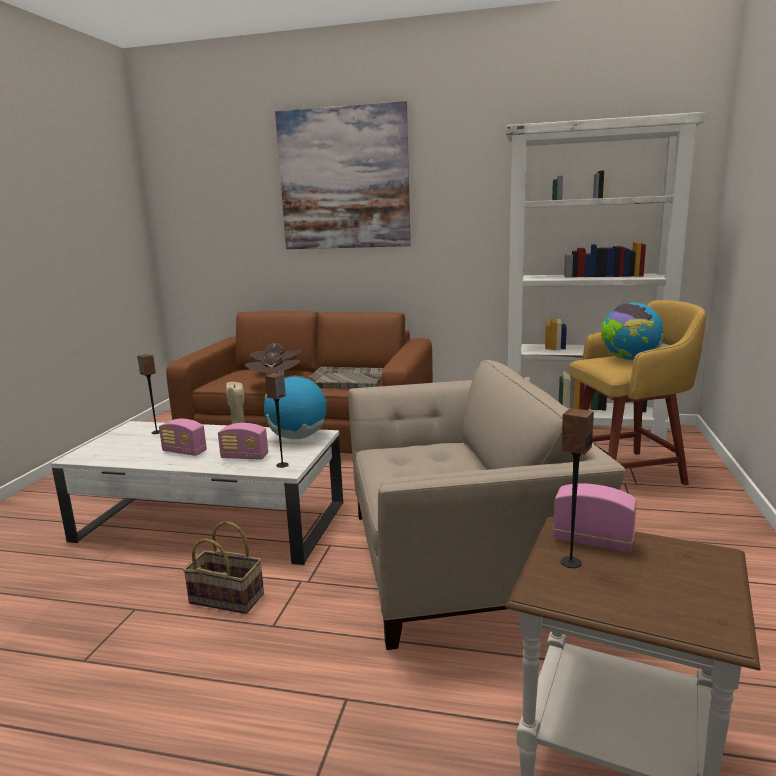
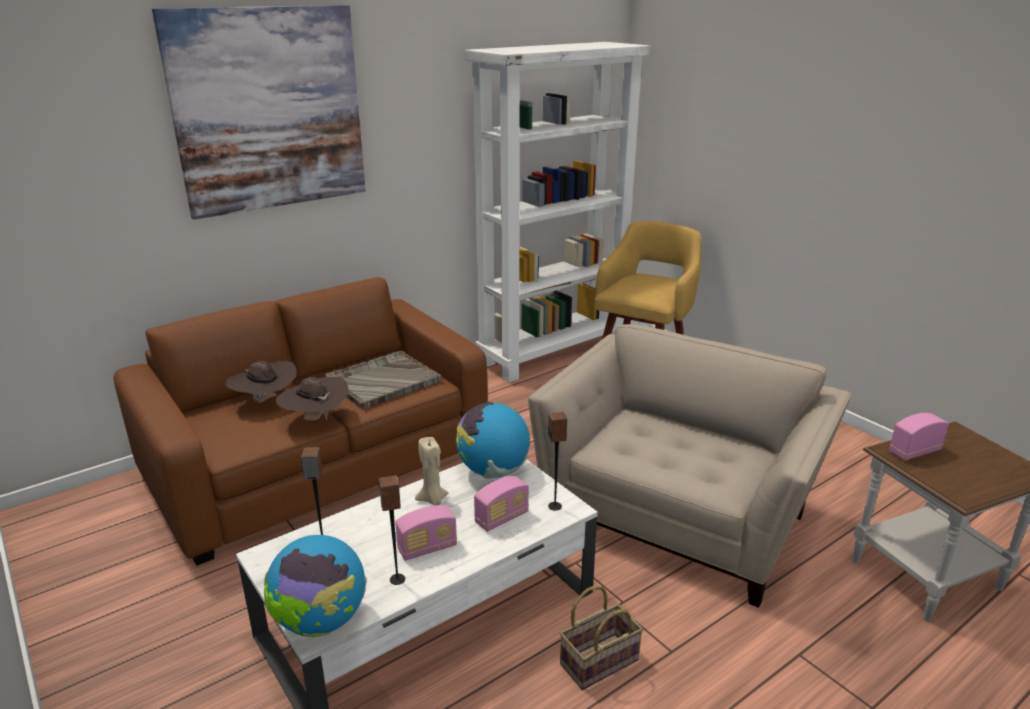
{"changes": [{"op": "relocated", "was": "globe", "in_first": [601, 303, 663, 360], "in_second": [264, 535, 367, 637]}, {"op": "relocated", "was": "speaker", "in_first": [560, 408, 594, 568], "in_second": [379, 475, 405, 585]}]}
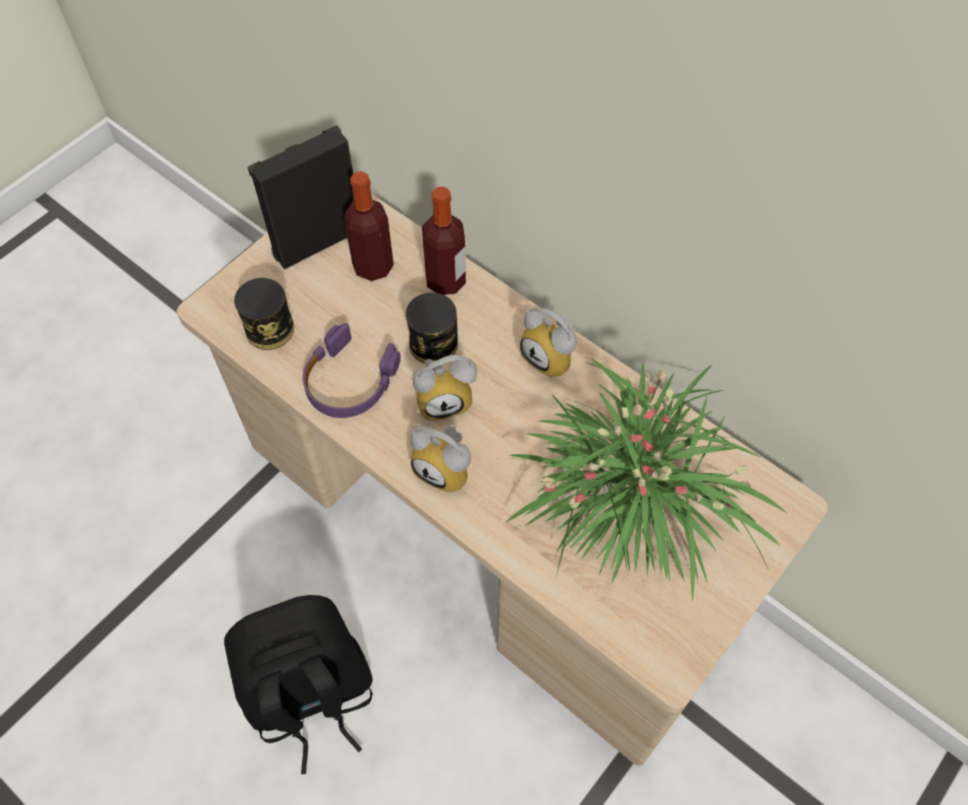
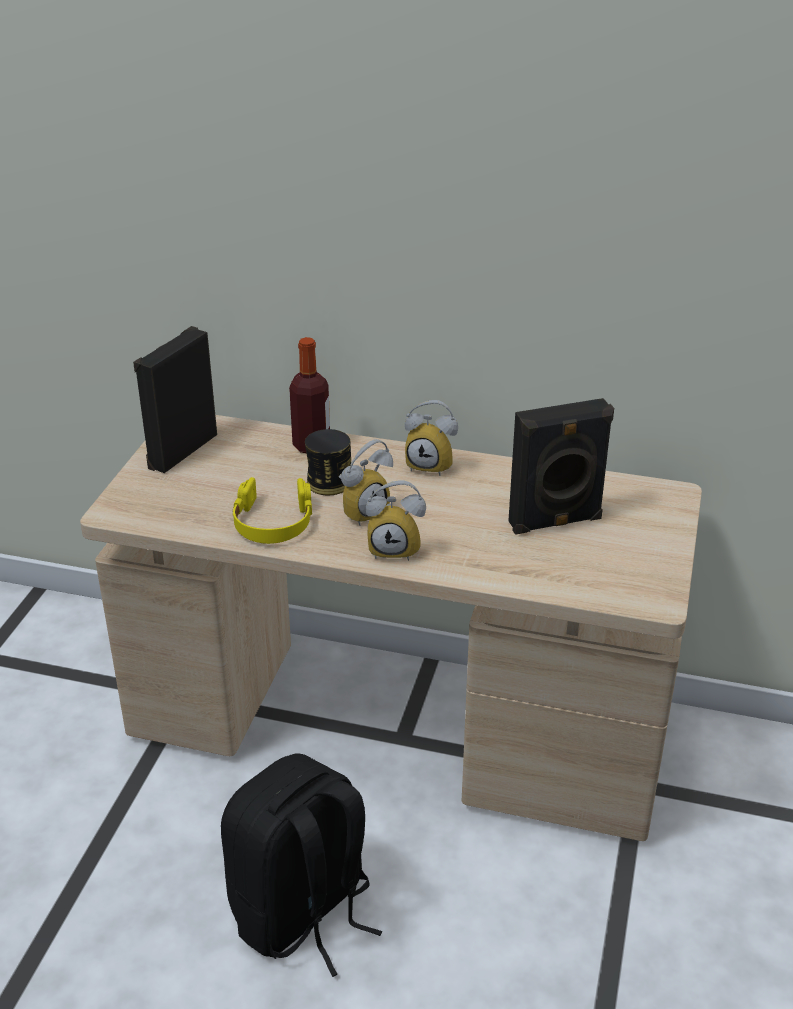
{"changes": [{"op": "missing", "was": "bottle", "in_first": [344, 171, 394, 281]}, {"op": "missing", "was": "can", "in_first": [234, 278, 294, 350]}, {"op": "colour", "was": "purple headphones", "now": "yellow headphones", "in_first": [303, 323, 401, 418], "in_second": [232, 477, 312, 544]}, {"op": "exchanged", "was": "potted plant", "now": "black speaker", "in_first": [505, 359, 787, 601], "in_second": [508, 398, 614, 535]}]}
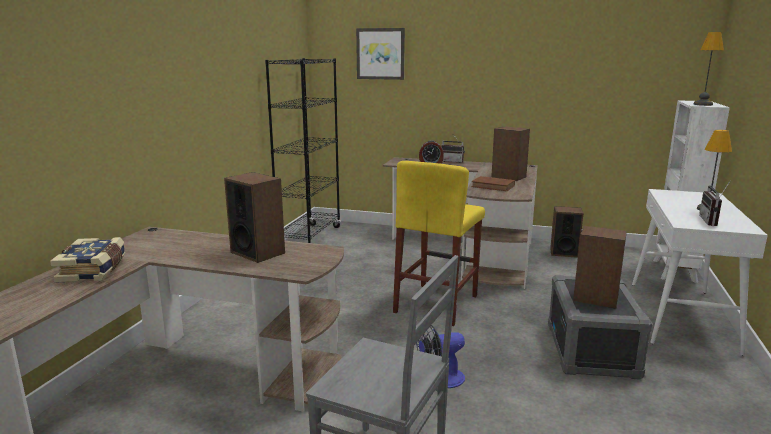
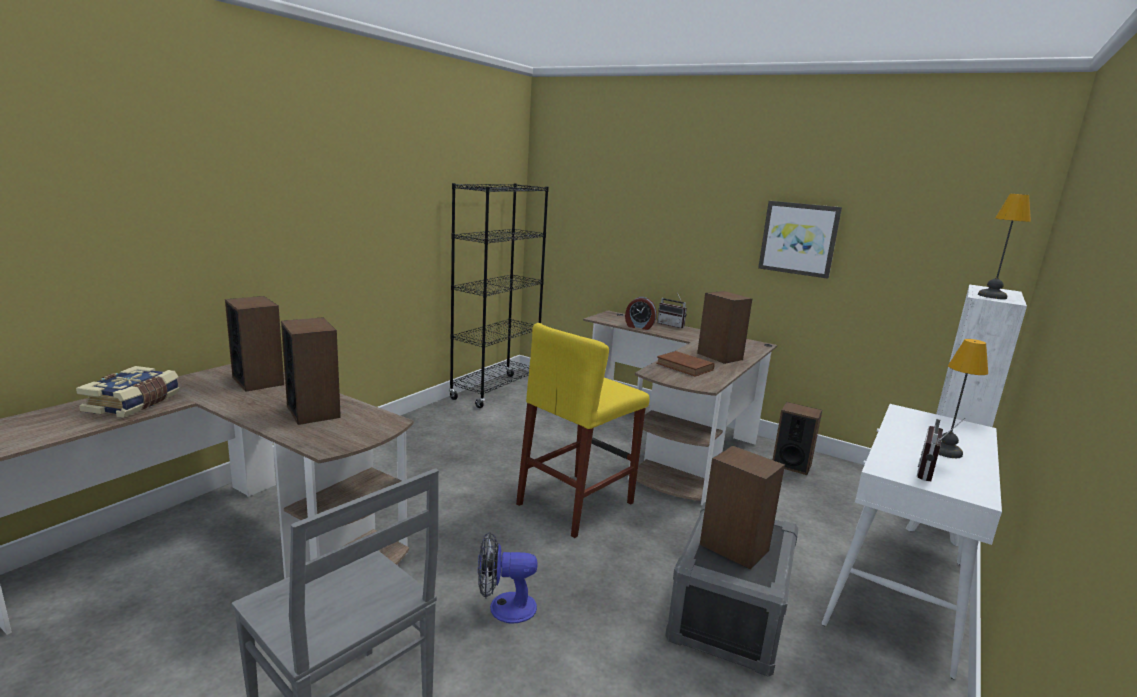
{"changes": [{"op": "relocated", "was": "picture", "in_first": [356, 28, 405, 80], "in_second": [758, 201, 842, 279]}, {"op": "appeared", "now": "speaker", "in_second": [225, 296, 284, 392]}]}
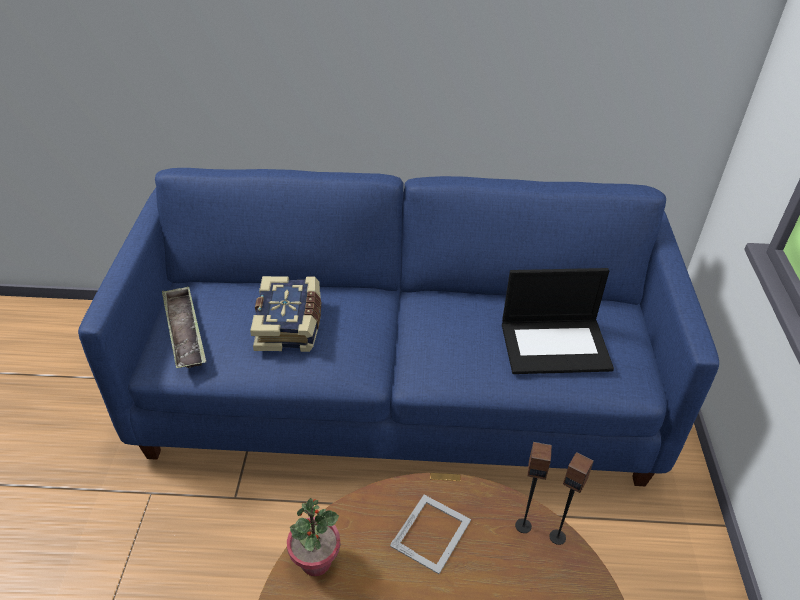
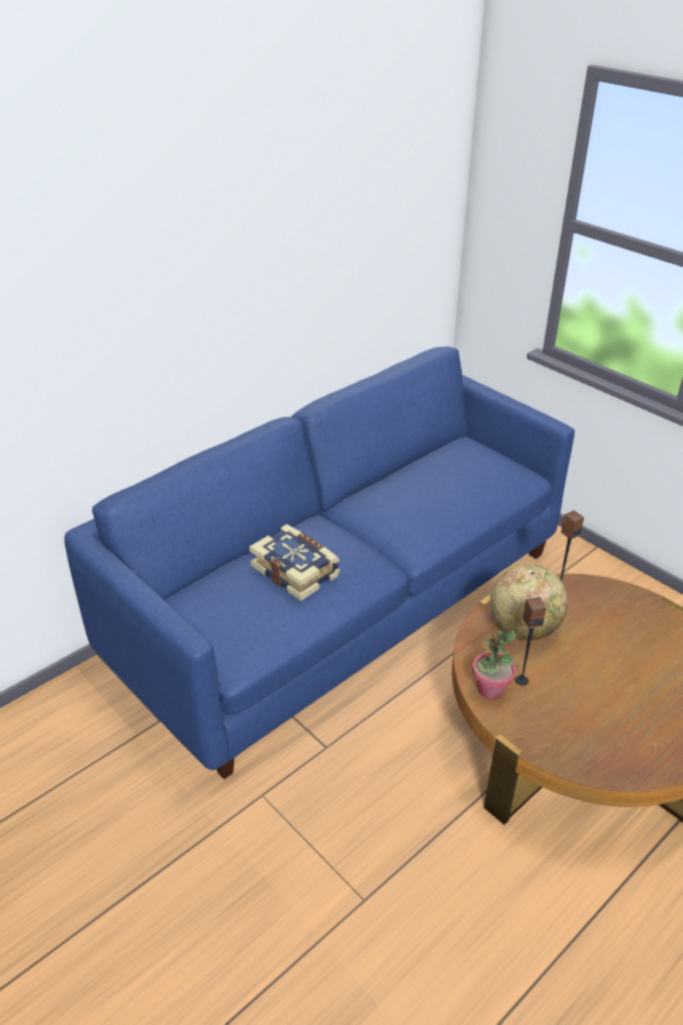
{"changes": [{"op": "missing", "was": "laptop", "in_first": [502, 268, 614, 374]}, {"op": "missing", "was": "tray", "in_first": [162, 286, 206, 368]}, {"op": "relocated", "was": "speaker", "in_first": [549, 452, 594, 545], "in_second": [515, 597, 546, 686]}, {"op": "exchanged", "was": "picture frame", "now": "globe", "in_first": [390, 495, 471, 574], "in_second": [490, 563, 568, 640]}]}
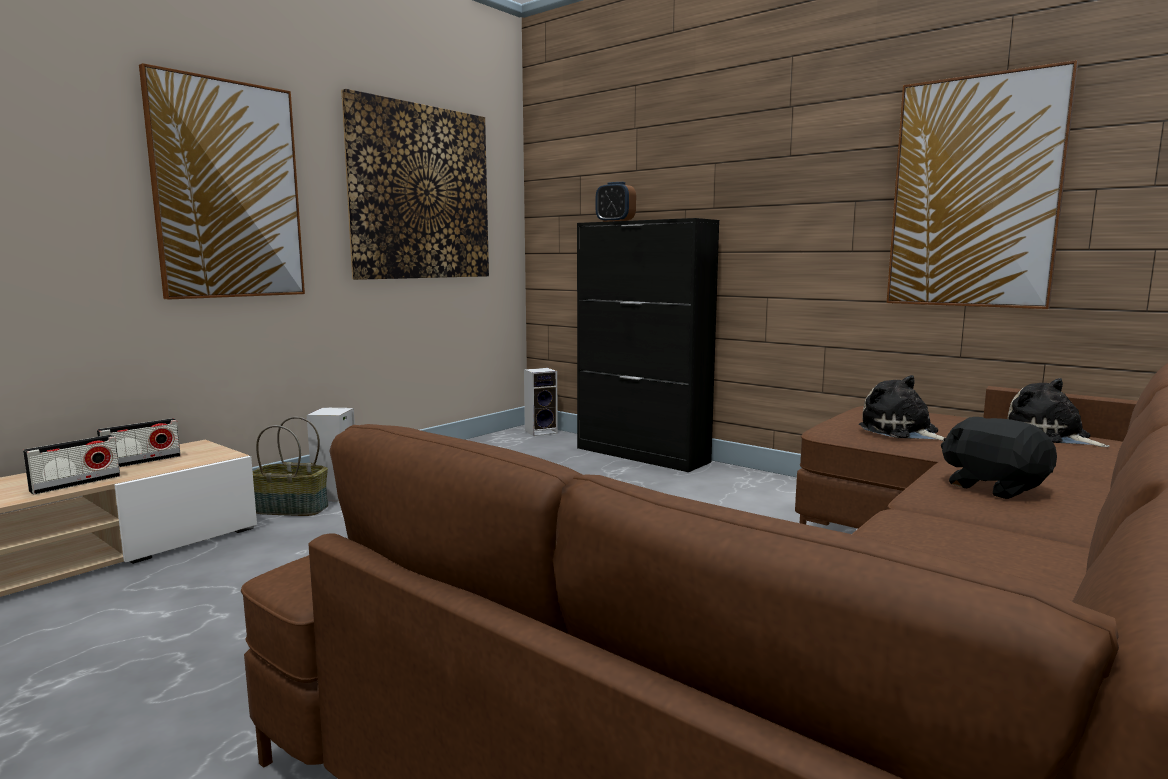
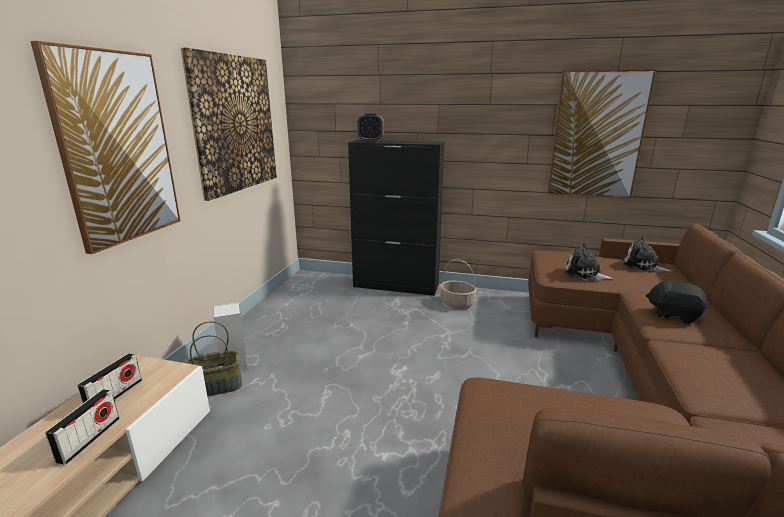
{"changes": [{"op": "missing", "was": "speaker", "in_first": [524, 368, 558, 436]}, {"op": "appeared", "now": "basket", "in_second": [440, 259, 476, 309]}]}
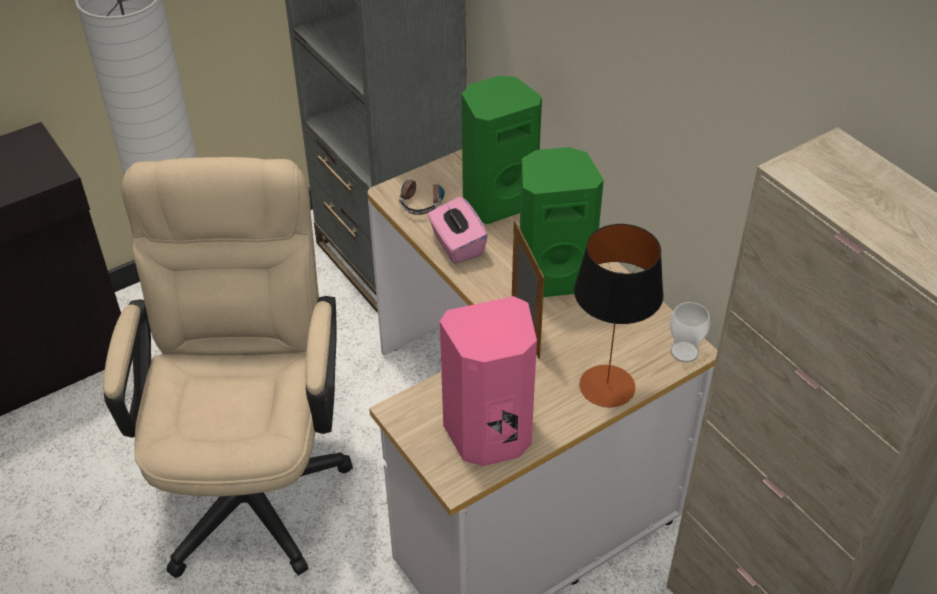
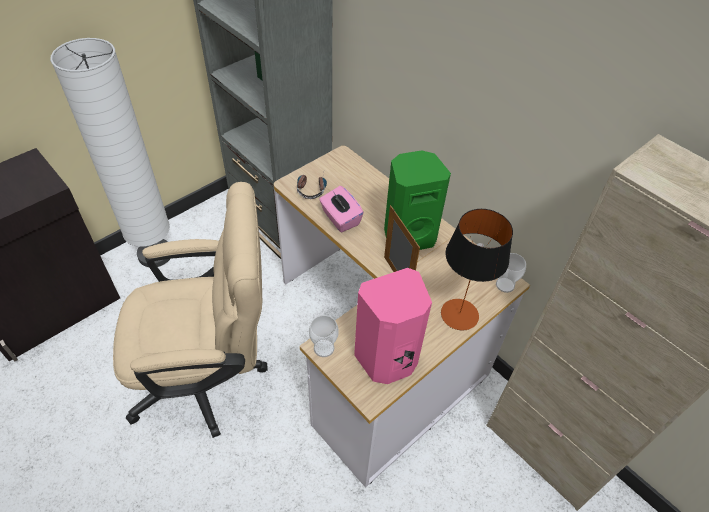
{"changes": [{"op": "missing", "was": "green speaker", "in_first": [462, 76, 542, 224]}, {"op": "spun", "was": "beige office chair", "in_first": [103, 157, 353, 579], "in_second": [113, 182, 268, 438], "clockwise": 90}, {"op": "appeared", "now": "cup", "in_second": [309, 315, 339, 357]}]}
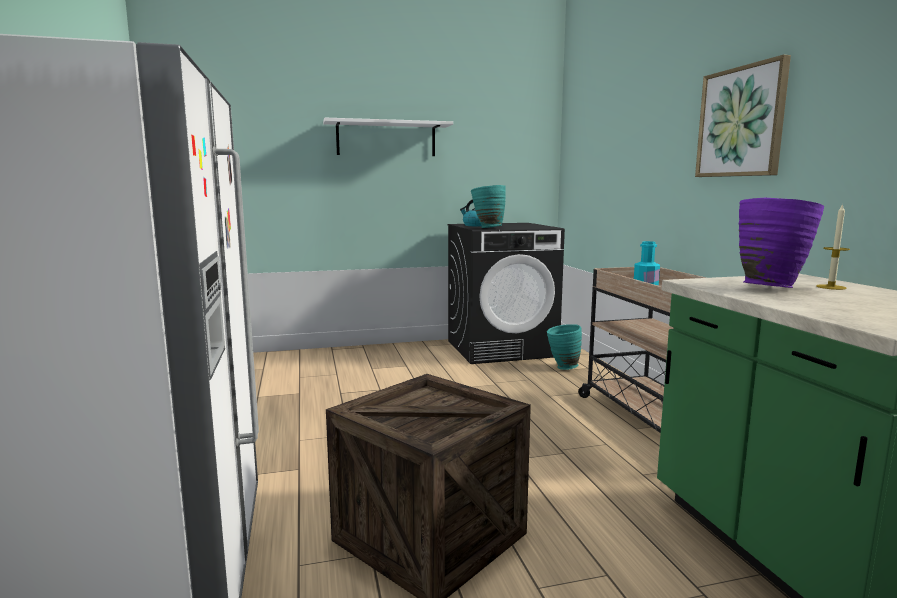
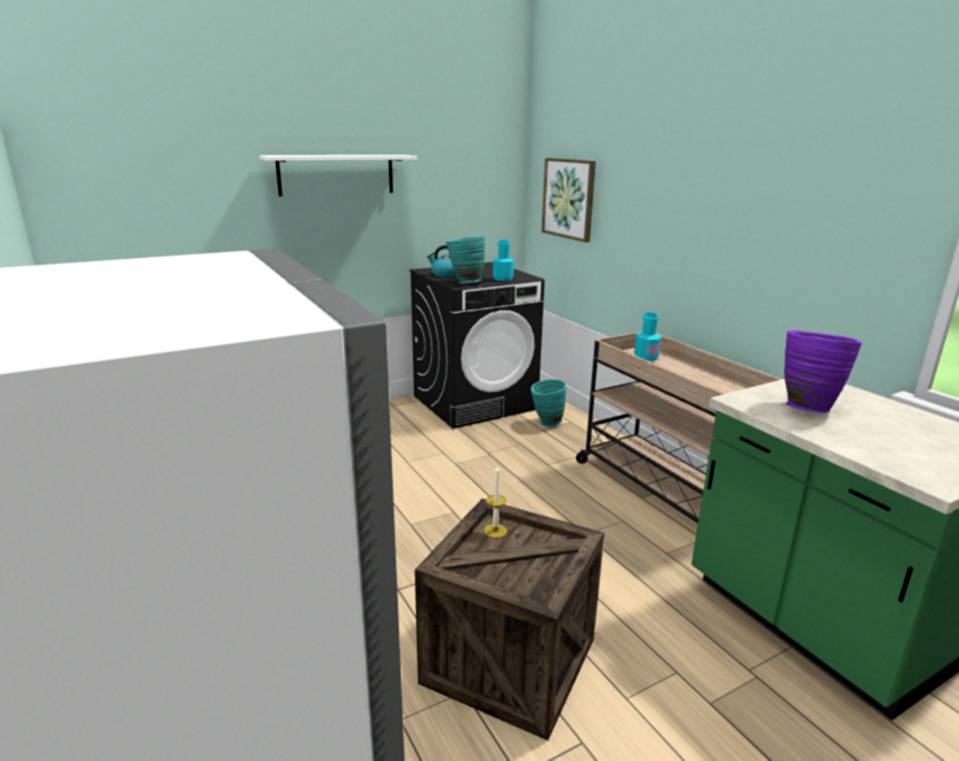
{"changes": [{"op": "relocated", "was": "picture", "in_first": [695, 55, 791, 177], "in_second": [542, 158, 596, 242]}, {"op": "relocated", "was": "candle", "in_first": [816, 204, 850, 290], "in_second": [484, 465, 507, 538]}, {"op": "appeared", "now": "turquoise bottle", "in_second": [493, 240, 514, 281]}]}
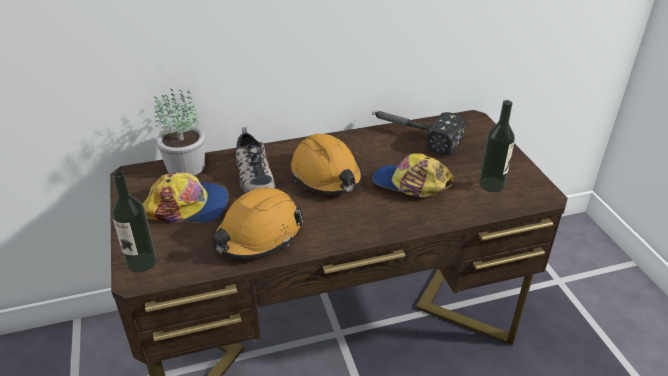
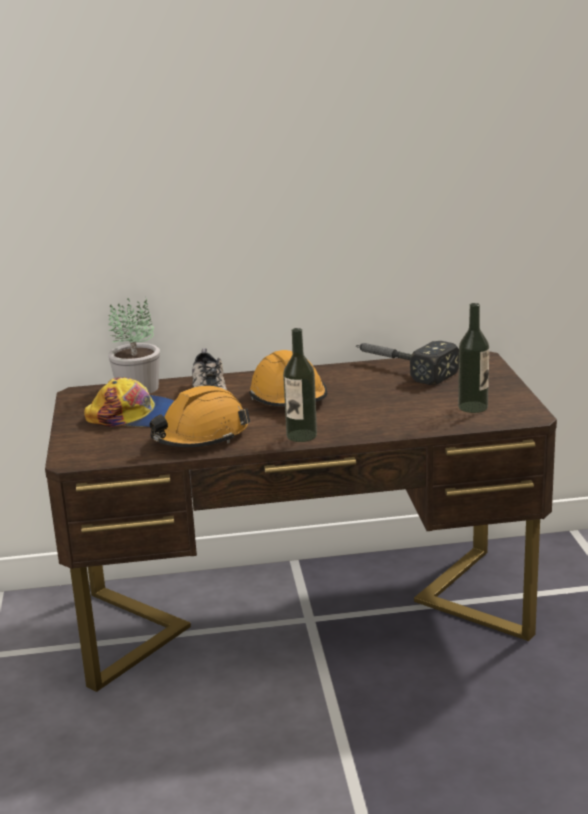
{"changes": [{"op": "missing", "was": "cap", "in_first": [372, 153, 455, 197]}, {"op": "relocated", "was": "bottle", "in_first": [112, 171, 157, 273], "in_second": [283, 328, 317, 442]}]}
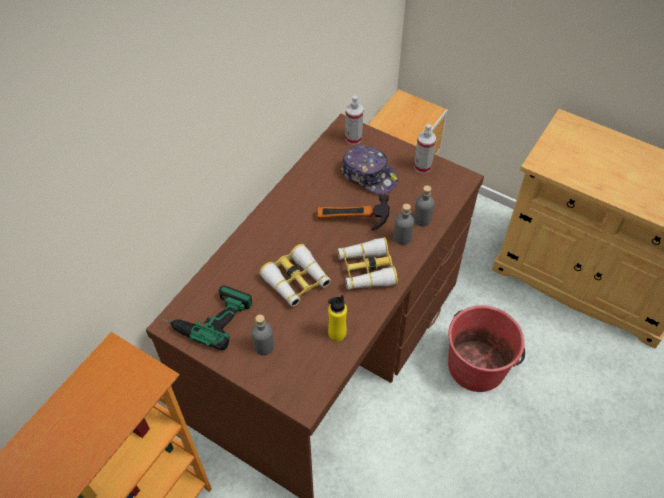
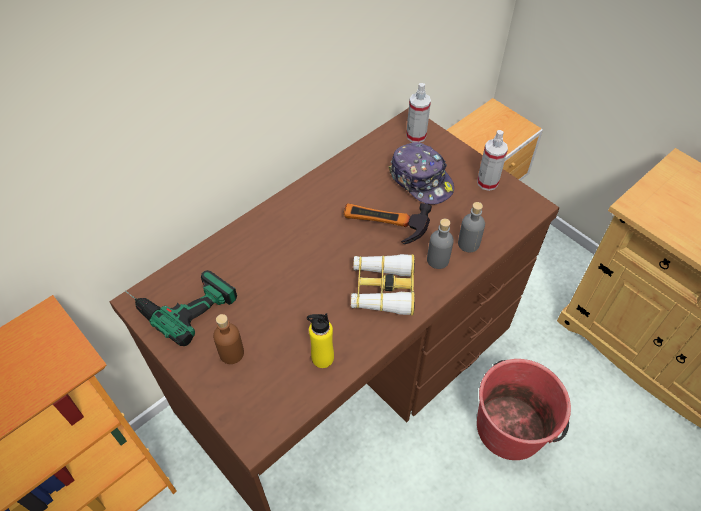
{"changes": [{"op": "missing", "was": "binoculars", "in_first": [259, 244, 331, 307]}, {"op": "colour", "was": "grey bottle", "now": "brown bottle", "in_first": [251, 315, 274, 356], "in_second": [213, 314, 244, 364]}]}
